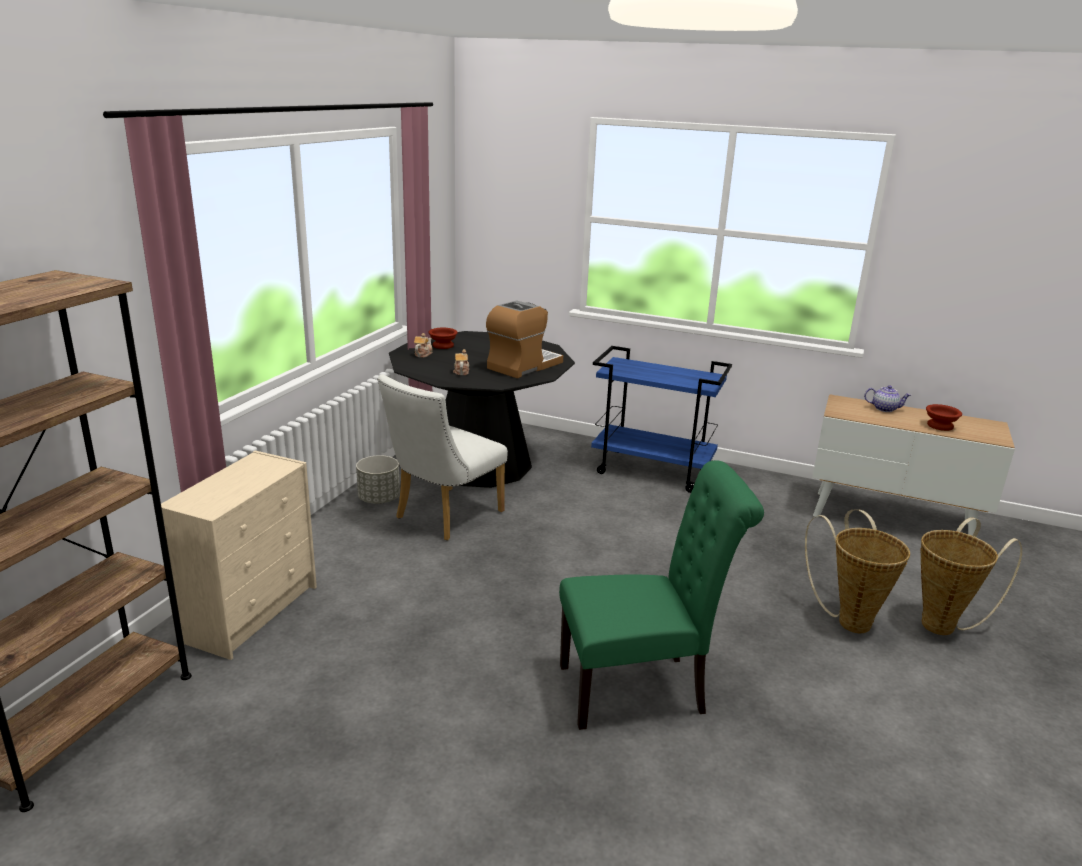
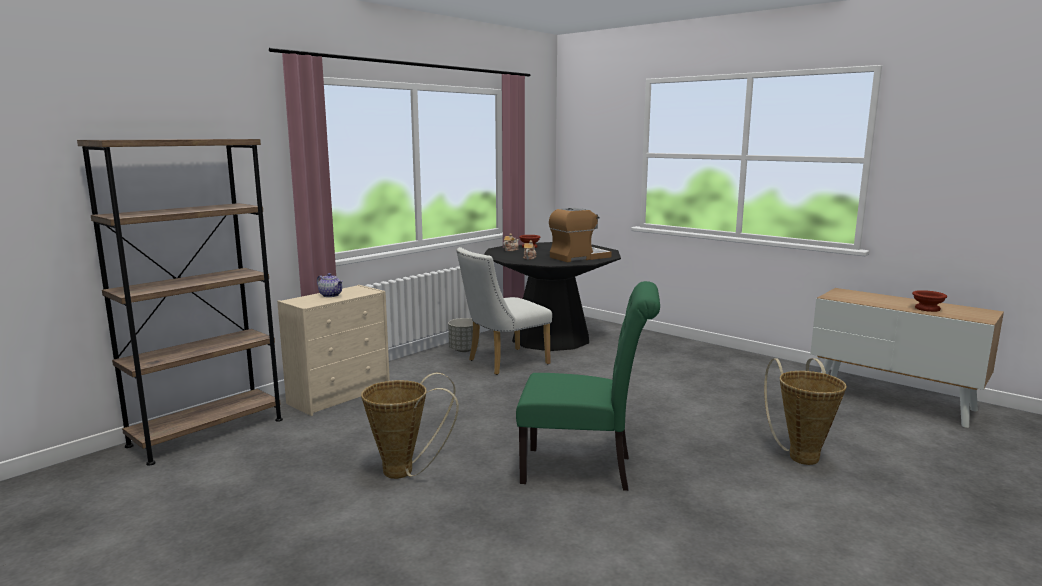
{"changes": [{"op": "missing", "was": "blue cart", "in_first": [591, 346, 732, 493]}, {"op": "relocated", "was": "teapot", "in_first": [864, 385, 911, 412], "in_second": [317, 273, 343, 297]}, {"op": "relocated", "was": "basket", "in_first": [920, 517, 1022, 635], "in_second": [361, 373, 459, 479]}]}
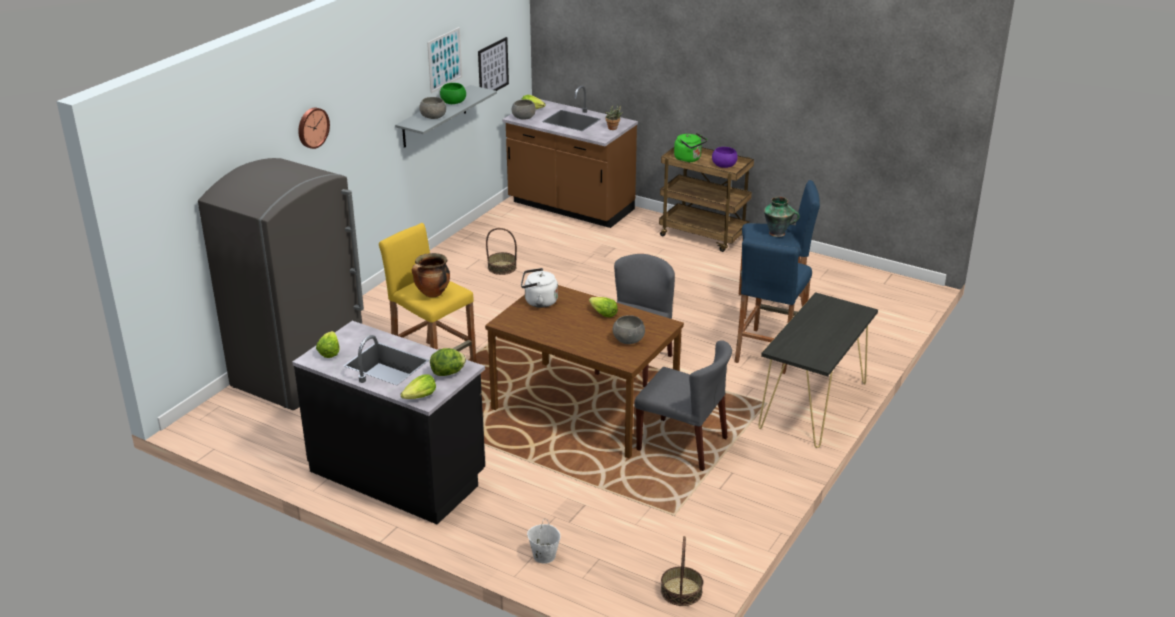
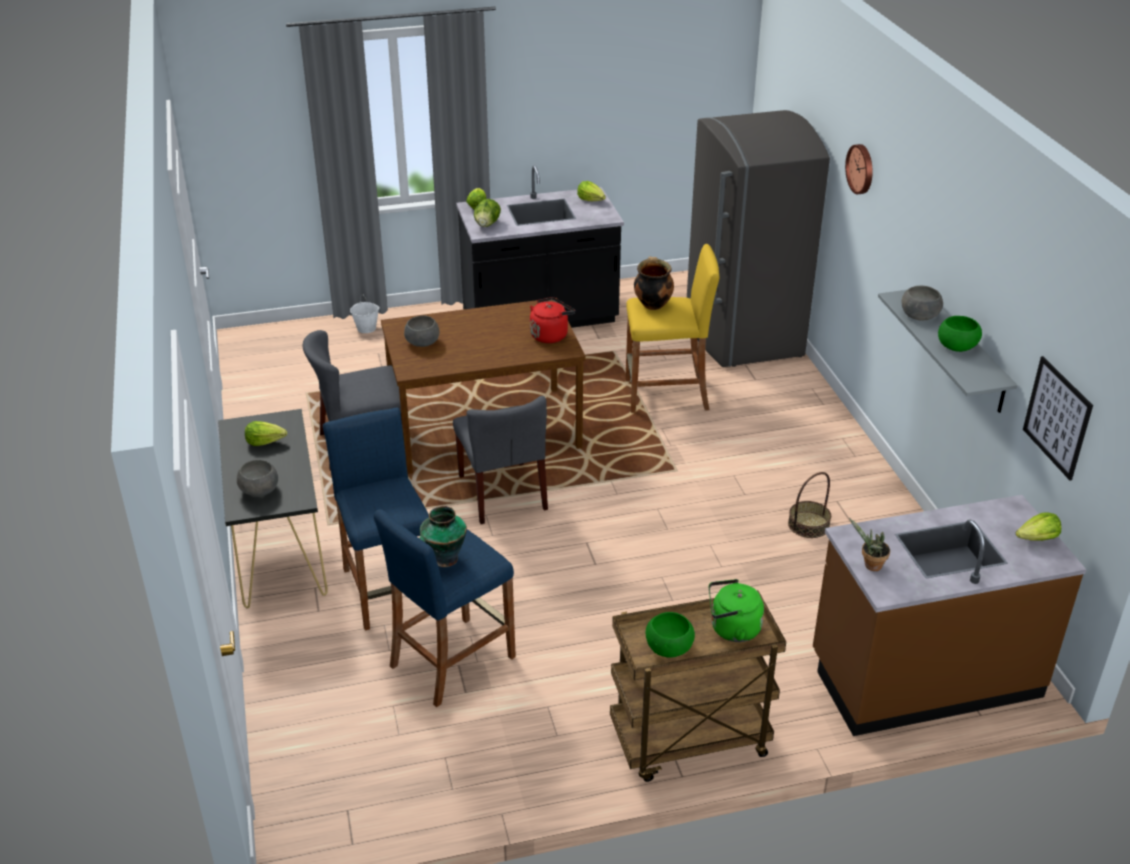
{"changes": [{"op": "missing", "was": "picture", "in_first": [427, 27, 462, 93]}, {"op": "relocated", "was": "grey bowl", "in_first": [512, 99, 536, 120], "in_second": [237, 460, 278, 497]}, {"op": "colour", "was": "purple bowl", "now": "green bowl", "in_first": [712, 147, 738, 168], "in_second": [646, 612, 695, 658]}, {"op": "colour", "was": "white kettle", "now": "red kettle", "in_first": [521, 268, 558, 308], "in_second": [530, 297, 575, 343]}, {"op": "relocated", "was": "lettuce", "in_first": [589, 297, 618, 317], "in_second": [245, 421, 287, 446]}, {"op": "missing", "was": "basket", "in_first": [661, 536, 703, 606]}]}
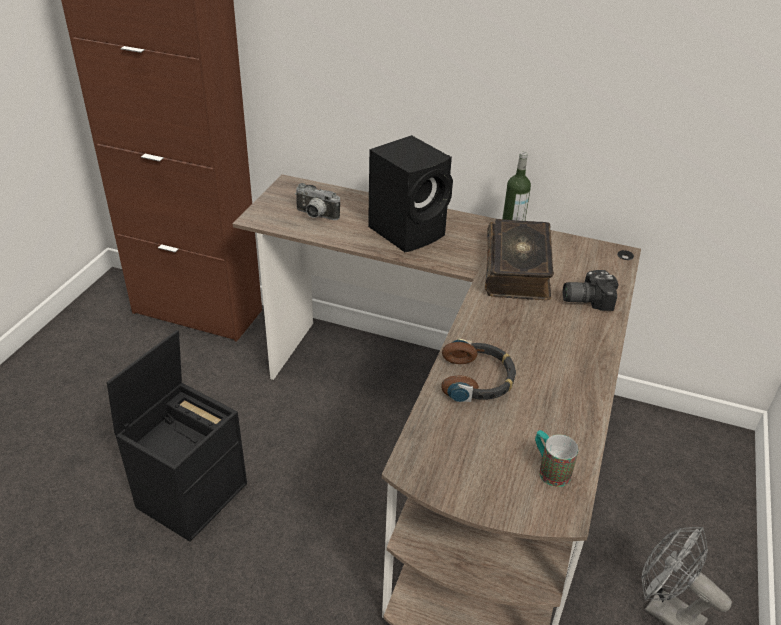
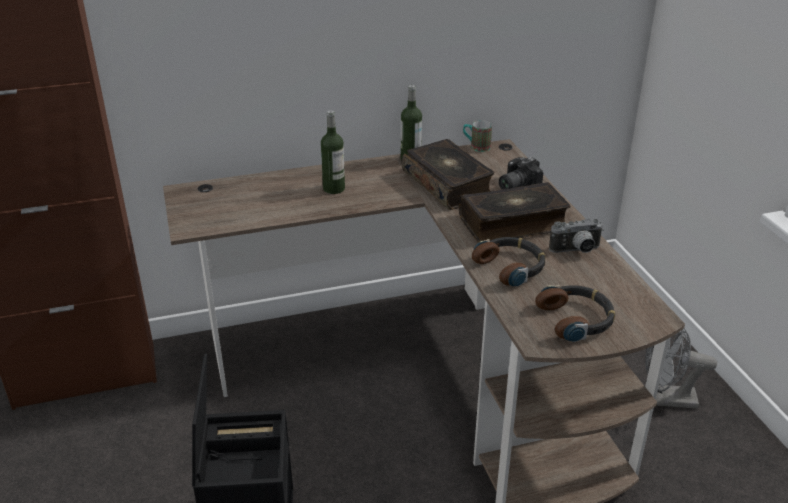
{"changes": [{"op": "exchanged", "was": "black speaker", "now": "bottle", "in_first": [368, 135, 453, 252], "in_second": [321, 110, 345, 194]}, {"op": "relocated", "was": "photo camera", "in_first": [295, 183, 340, 220], "in_second": [549, 219, 603, 253]}, {"op": "relocated", "was": "mug", "in_first": [535, 430, 578, 487], "in_second": [463, 120, 492, 152]}, {"op": "appeared", "now": "book", "in_second": [459, 182, 571, 243]}, {"op": "appeared", "now": "headphones", "in_second": [535, 285, 615, 342]}]}
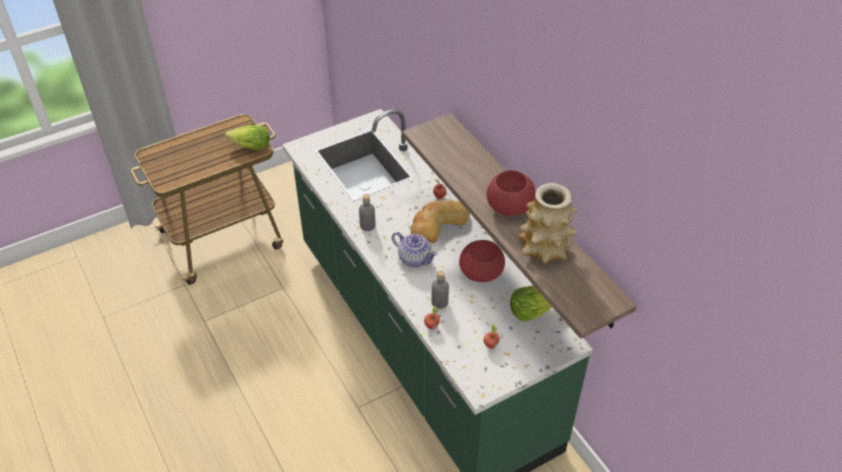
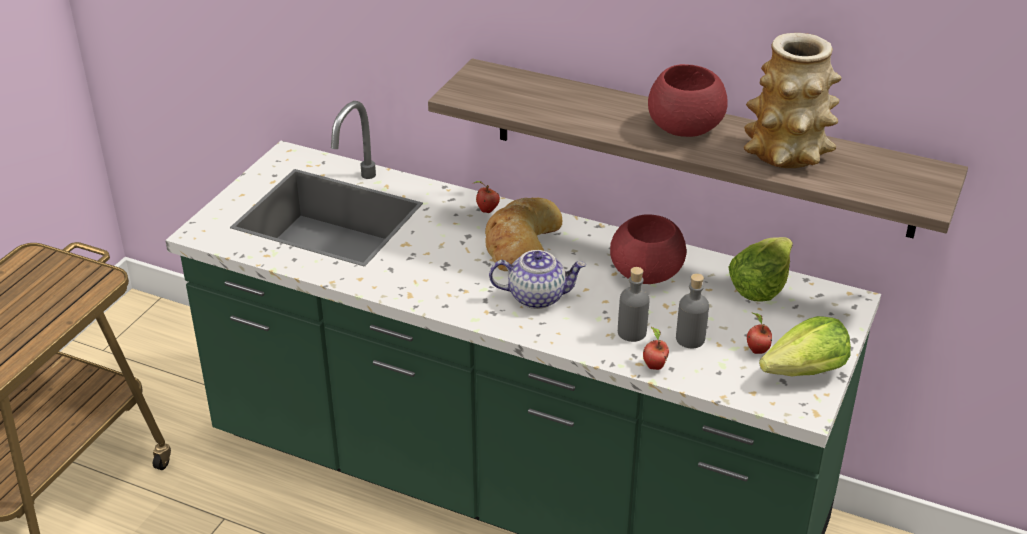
{"changes": [{"op": "relocated", "was": "lettuce", "in_first": [225, 125, 270, 150], "in_second": [759, 316, 851, 376]}, {"op": "relocated", "was": "grey bottle", "in_first": [359, 194, 376, 231], "in_second": [676, 273, 709, 348]}]}
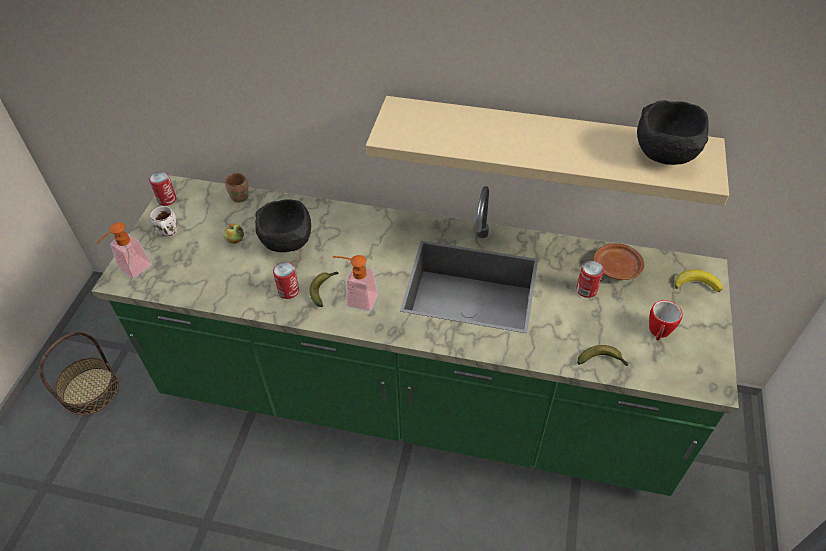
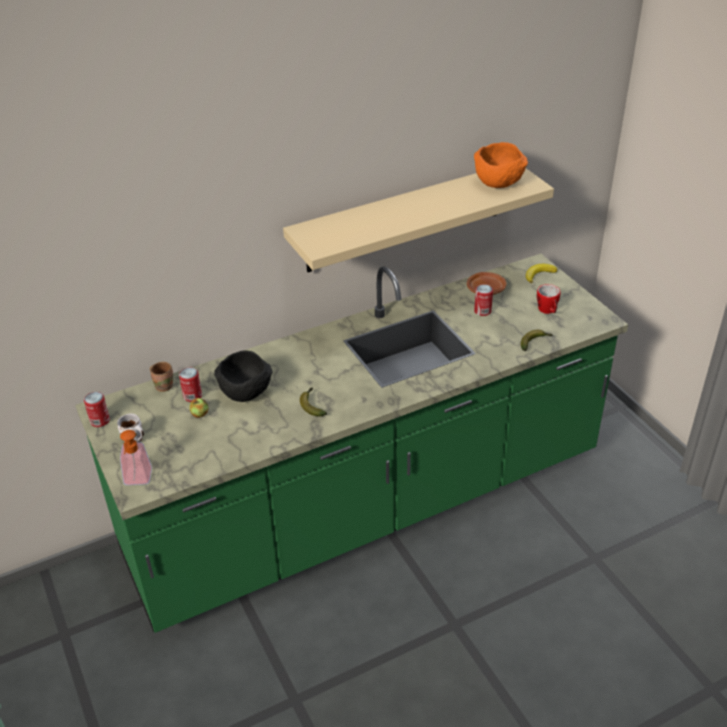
{"changes": [{"op": "colour", "was": "black bowl", "now": "orange bowl", "in_first": [637, 100, 709, 165], "in_second": [474, 142, 528, 188]}, {"op": "missing", "was": "soap dispenser", "in_first": [333, 255, 378, 311]}, {"op": "relocated", "was": "can", "in_first": [273, 262, 299, 299], "in_second": [179, 368, 202, 402]}, {"op": "missing", "was": "basket", "in_first": [39, 332, 119, 415]}]}
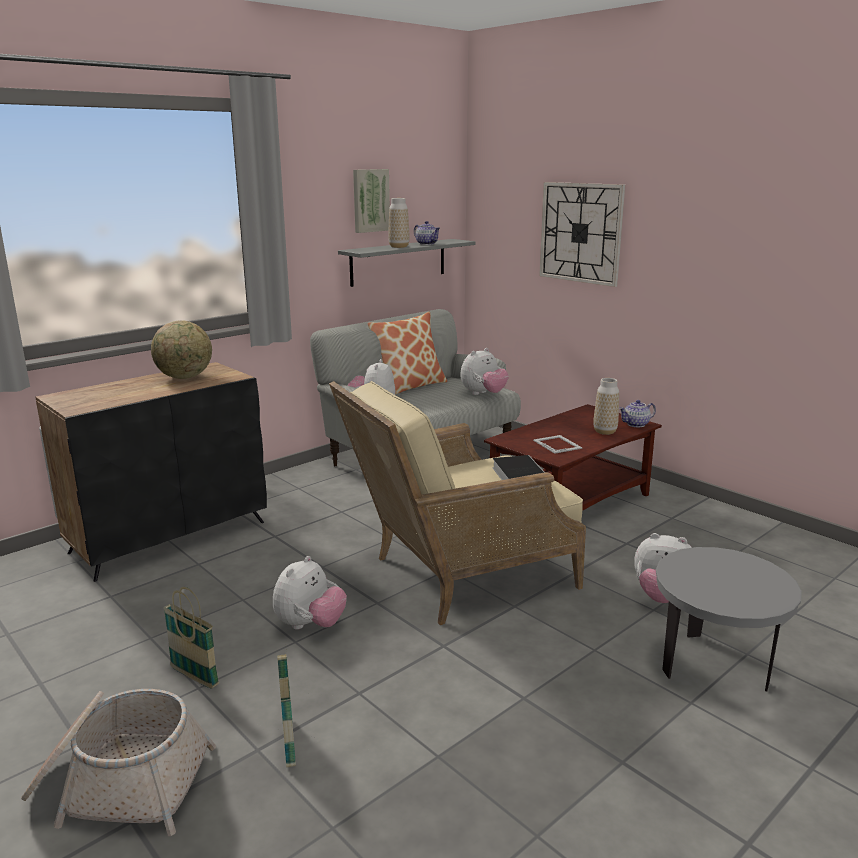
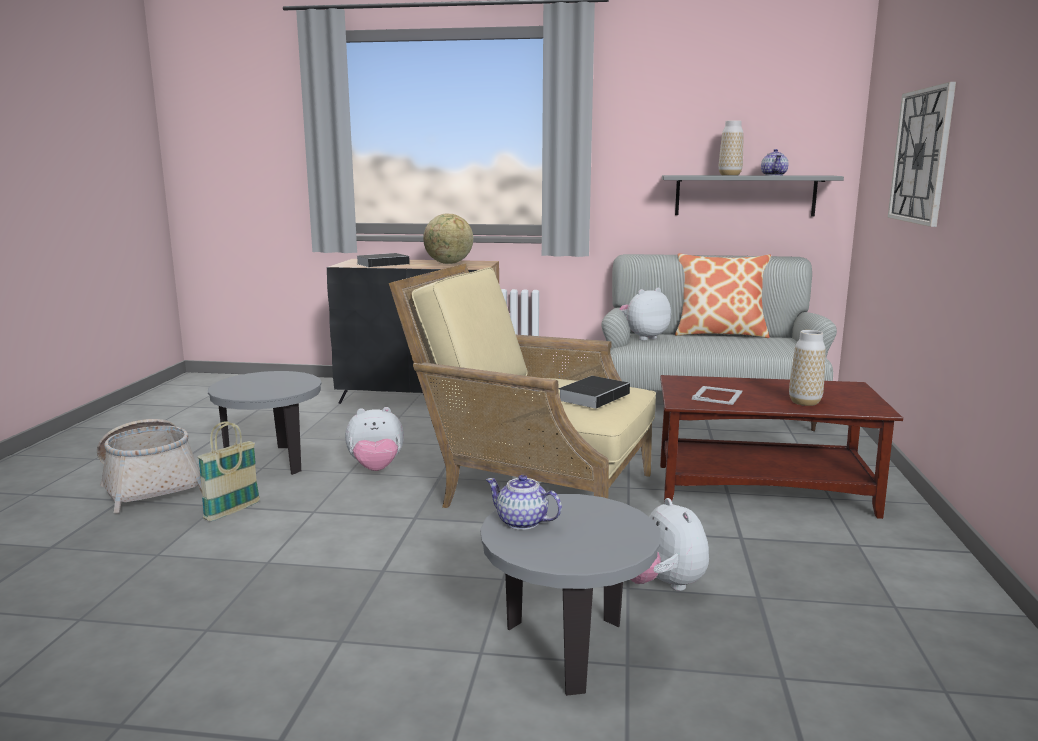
{"changes": [{"op": "missing", "was": "picture", "in_first": [353, 169, 390, 233]}, {"op": "missing", "was": "plush toy", "in_first": [460, 348, 509, 395]}, {"op": "relocated", "was": "teapot", "in_first": [619, 400, 656, 427], "in_second": [486, 475, 562, 530]}, {"op": "exchanged", "was": "basket", "now": "grey side table", "in_first": [163, 587, 219, 689], "in_second": [208, 371, 322, 475]}, {"op": "appeared", "now": "book", "in_second": [357, 253, 412, 267]}]}
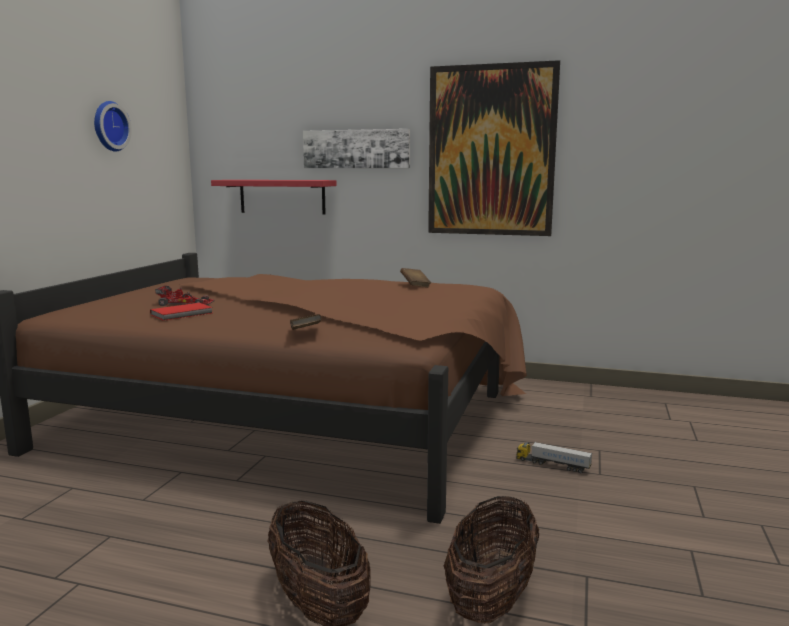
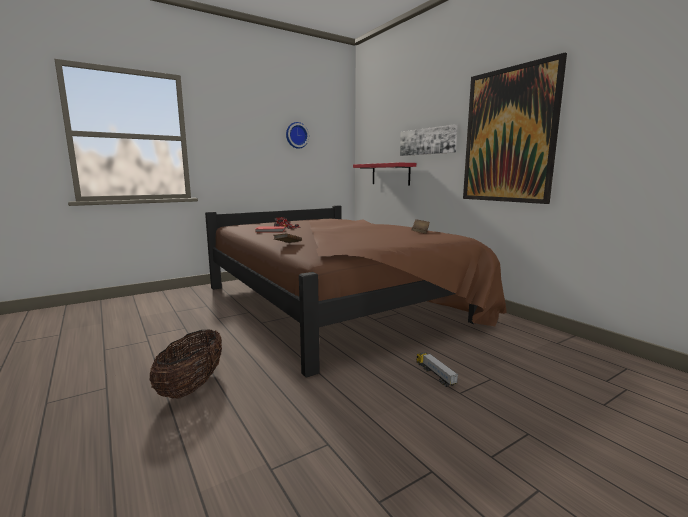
{"changes": [{"op": "missing", "was": "basket", "in_first": [444, 496, 539, 624]}]}
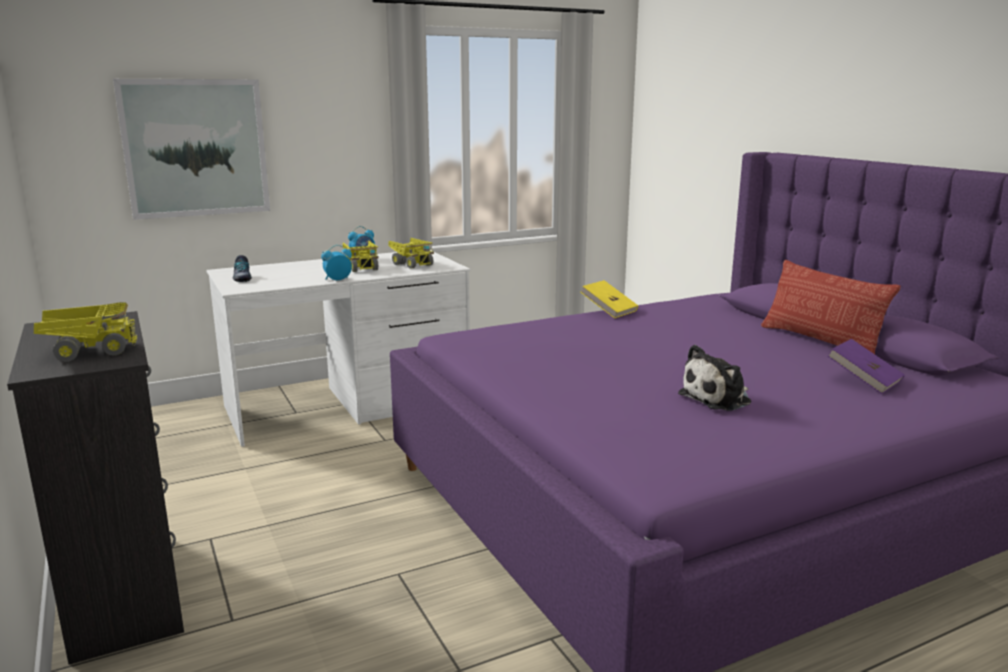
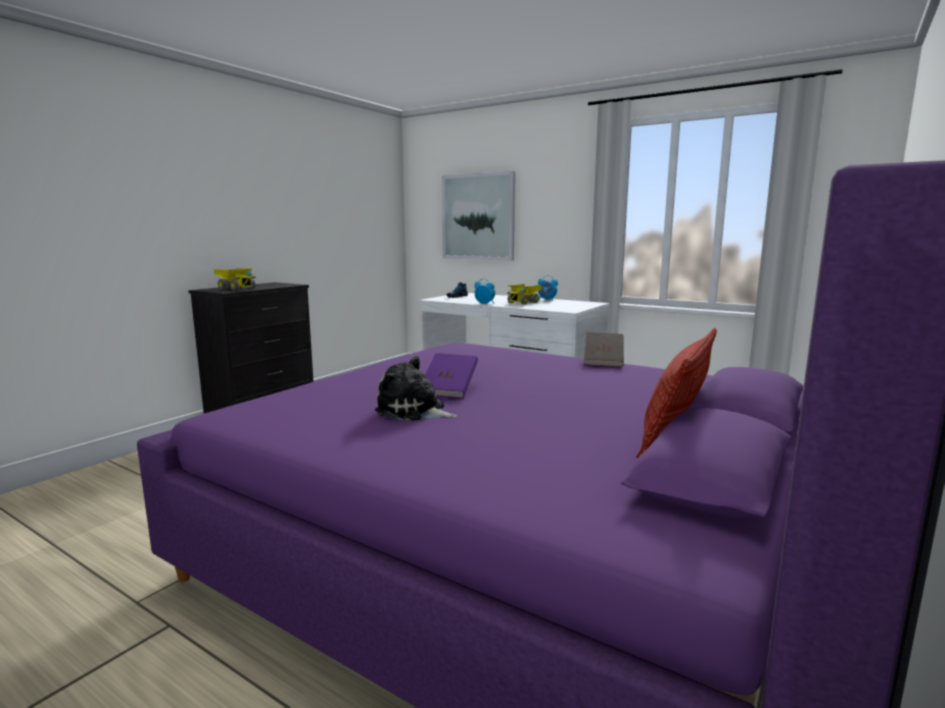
{"changes": [{"op": "missing", "was": "toy truck", "in_first": [388, 238, 434, 269]}, {"op": "colour", "was": "yellow book", "now": "brown book", "in_first": [581, 280, 638, 318], "in_second": [584, 332, 624, 367]}, {"op": "relocated", "was": "purple book", "in_first": [828, 339, 905, 394], "in_second": [425, 353, 478, 398]}]}
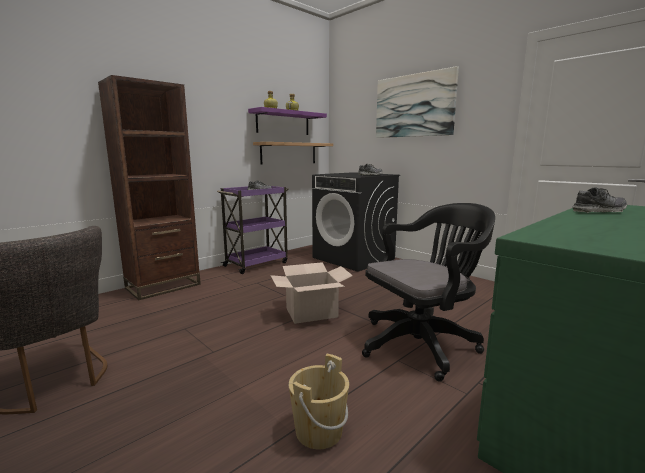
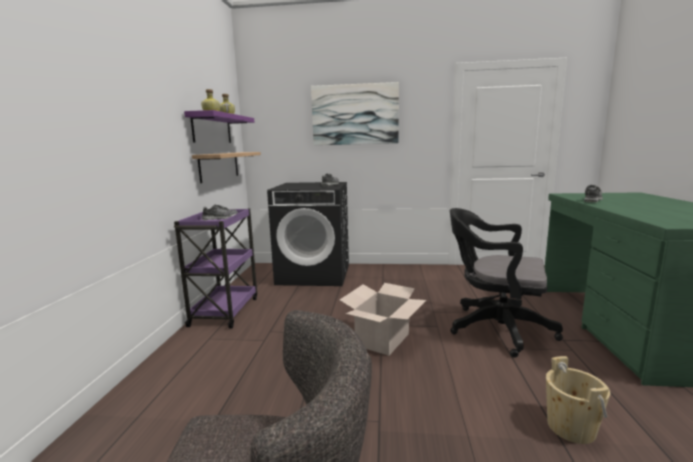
{"changes": [{"op": "missing", "was": "brown bookcase", "in_first": [98, 75, 201, 300]}, {"op": "spun", "was": "black office chair", "in_first": [362, 203, 495, 382], "in_second": [450, 208, 563, 358], "clockwise": -90}]}
